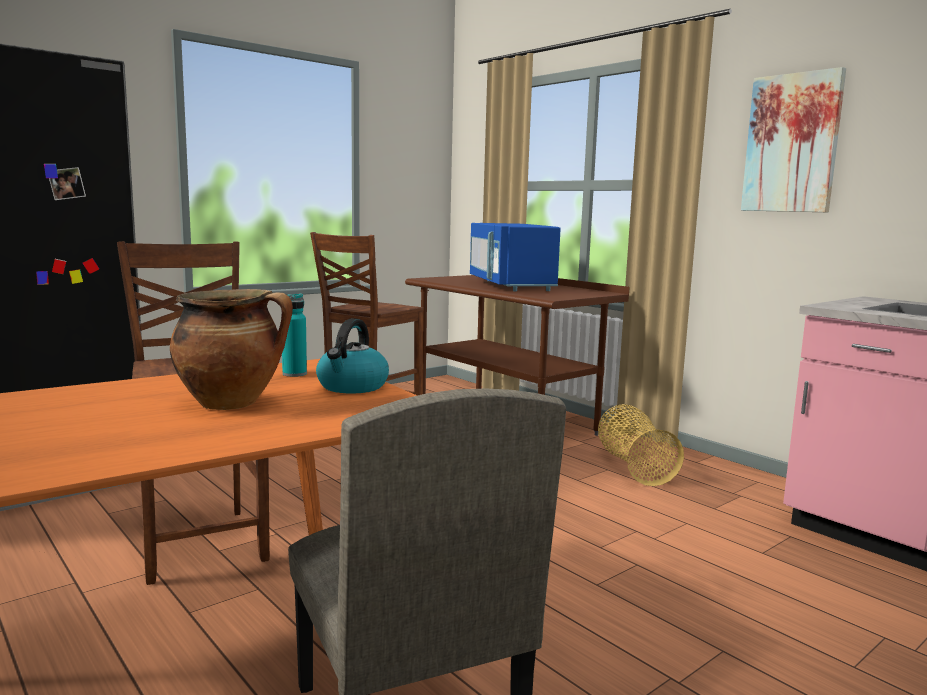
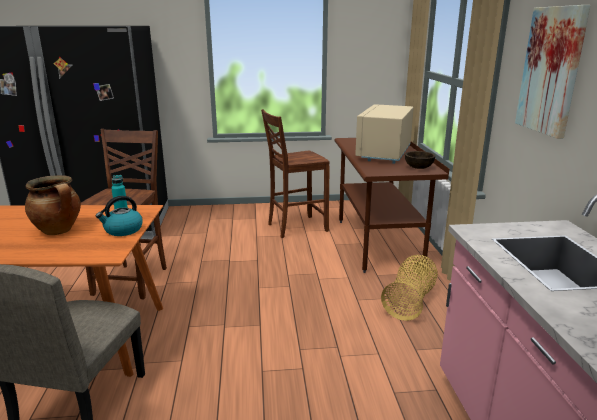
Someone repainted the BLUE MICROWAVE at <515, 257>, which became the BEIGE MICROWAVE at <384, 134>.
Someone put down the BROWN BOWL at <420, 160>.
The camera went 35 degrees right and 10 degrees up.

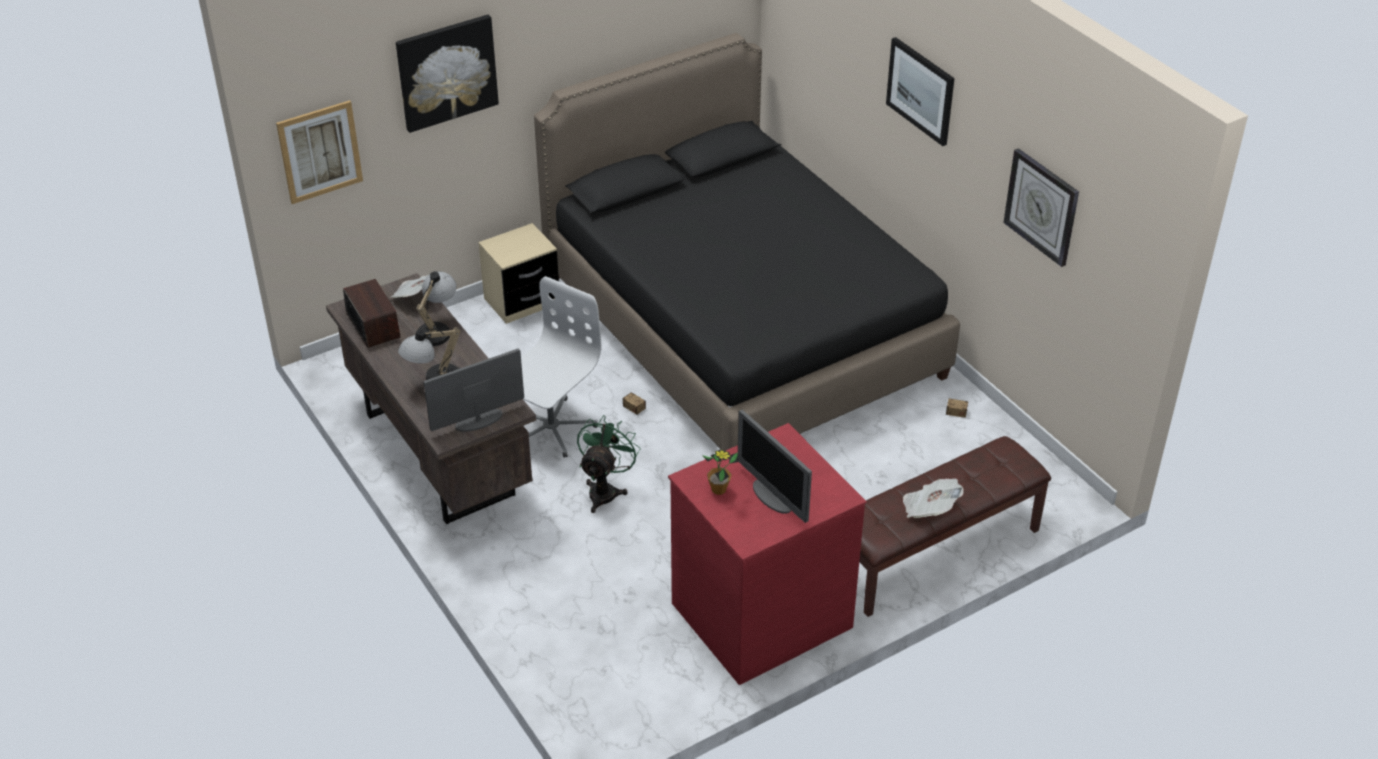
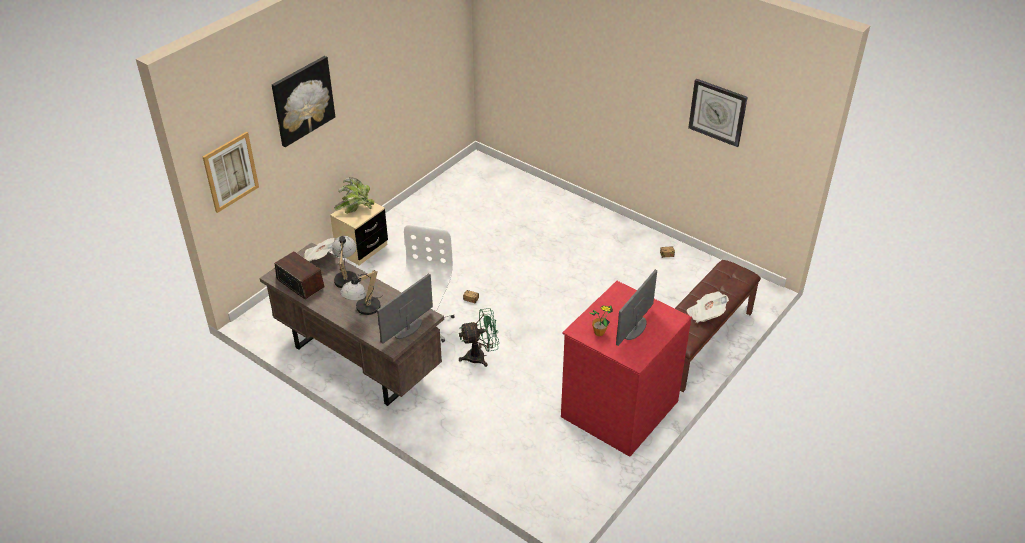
Someone took away the BLACK BED at <747, 242>.
Someone rotated the GREEN FAN at <609, 464> by 75 degrees clockwise.
Someone rotated the MONITOR at <775, 466> by 90 degrees clockwise.
Someone took away the PICTURE at <920, 91>.
Someone put down the POTTED PLANT at <354, 195>.
The camera went 20 degrees left and 0 degrees up.

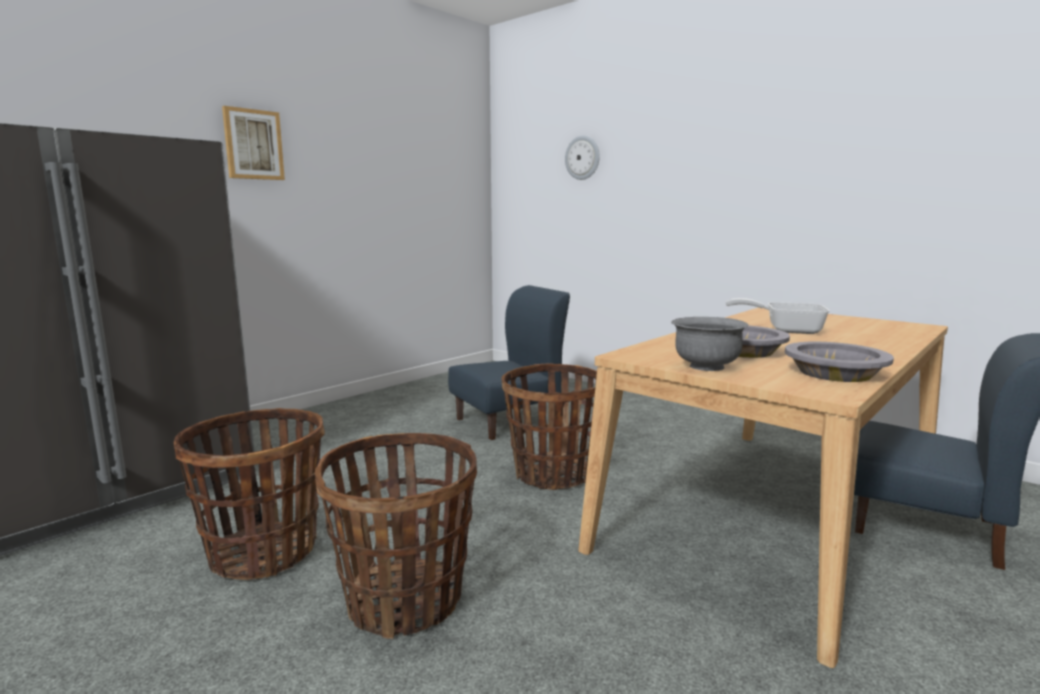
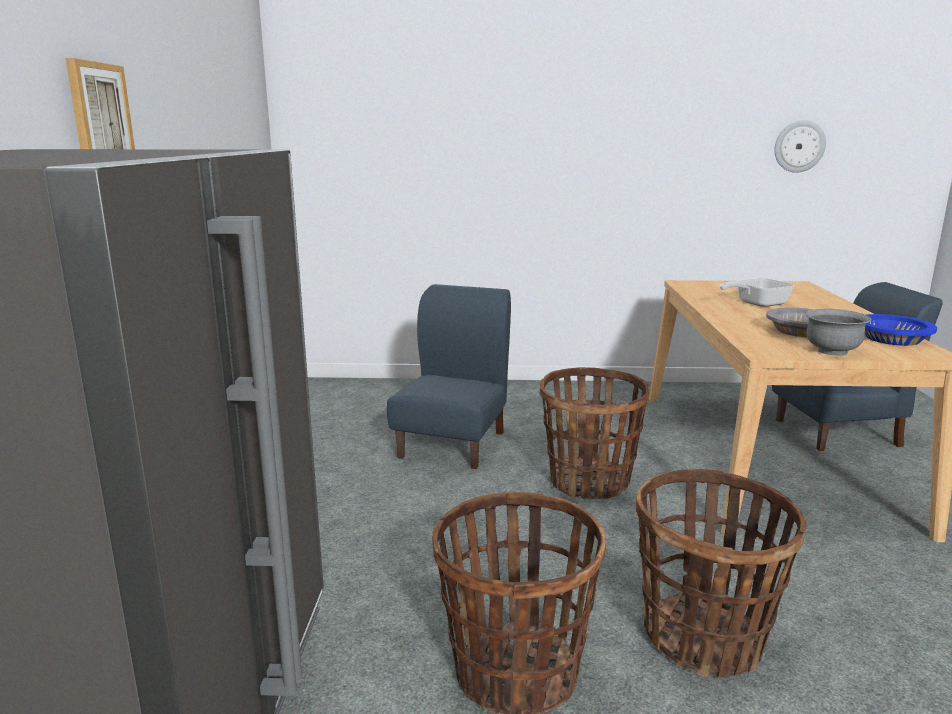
Someone carried the WALL CLOCK from <582, 157> to <800, 146>.
Someone repainted the GREY BOWL at <839, 362>, which became the BLUE BOWL at <901, 330>.
The camera went 40 degrees left and 5 degrees up.

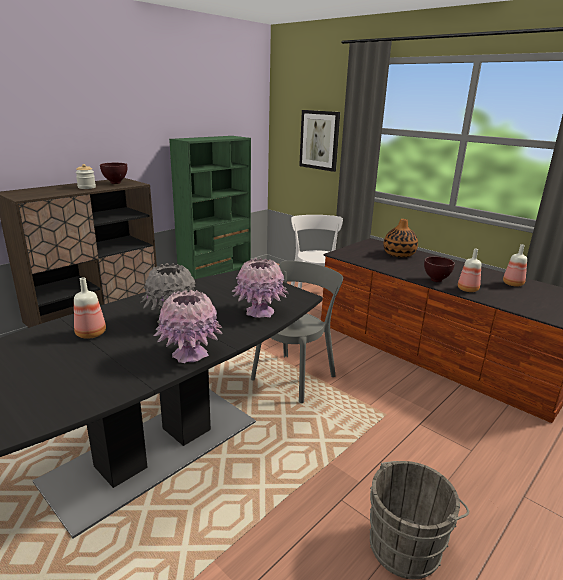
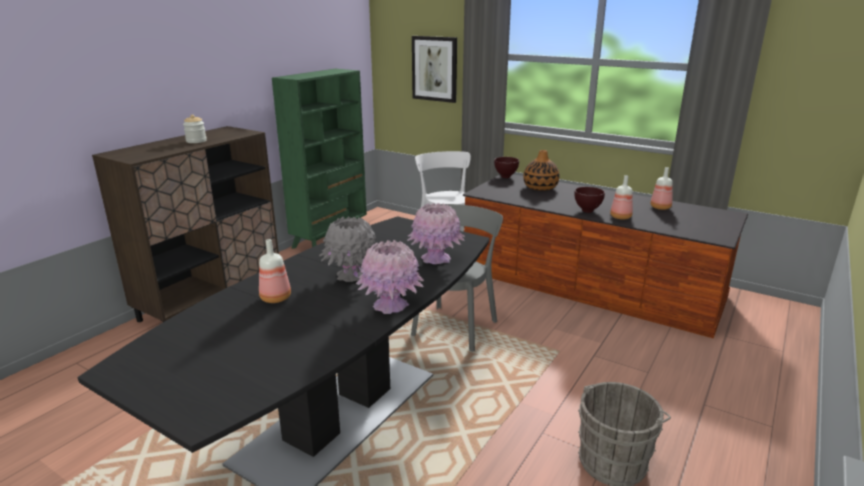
Someone carried the BROWN BOWL from <113, 173> to <506, 167>.
The camera went 10 degrees left and 0 degrees up.

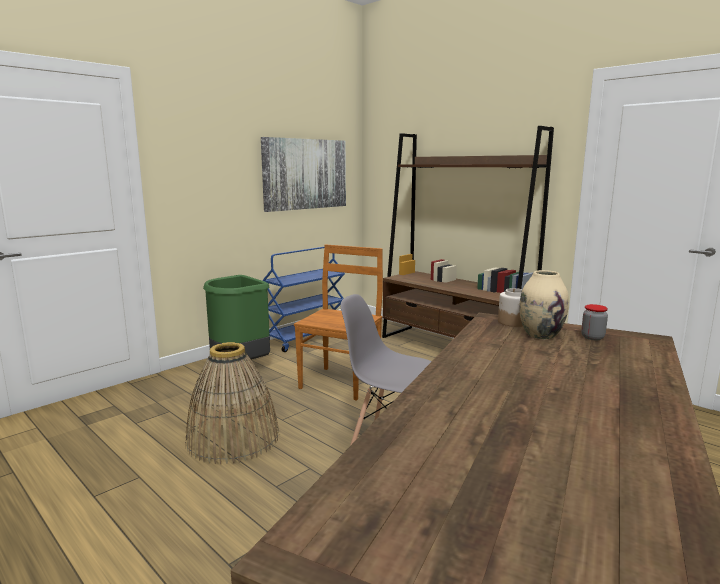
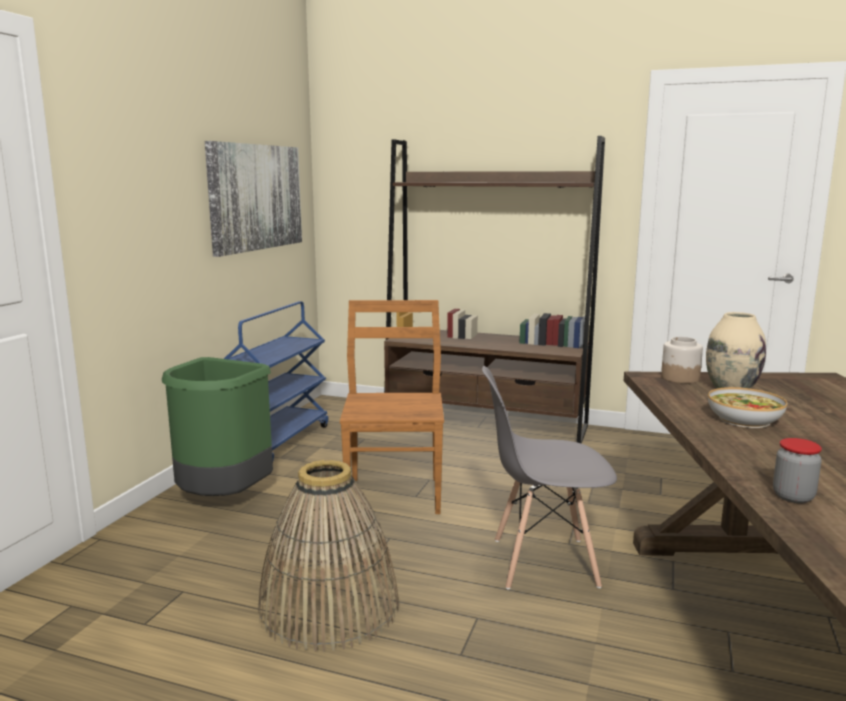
Someone carried the JAR from <594, 322> to <797, 470>.
Someone put down the BOWL at <747, 407>.
The camera went 25 degrees left and 0 degrees up.

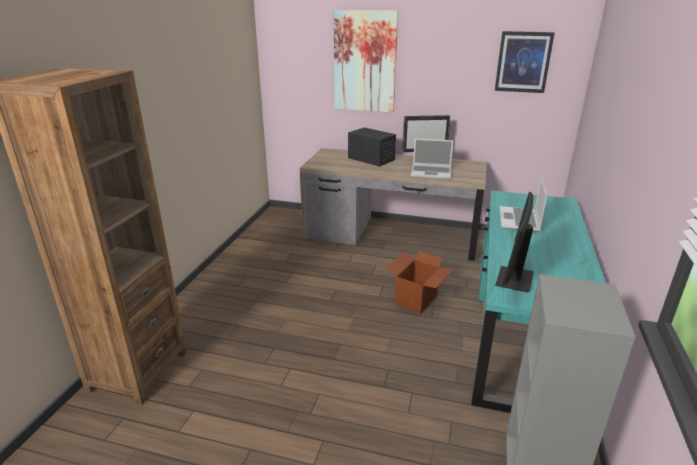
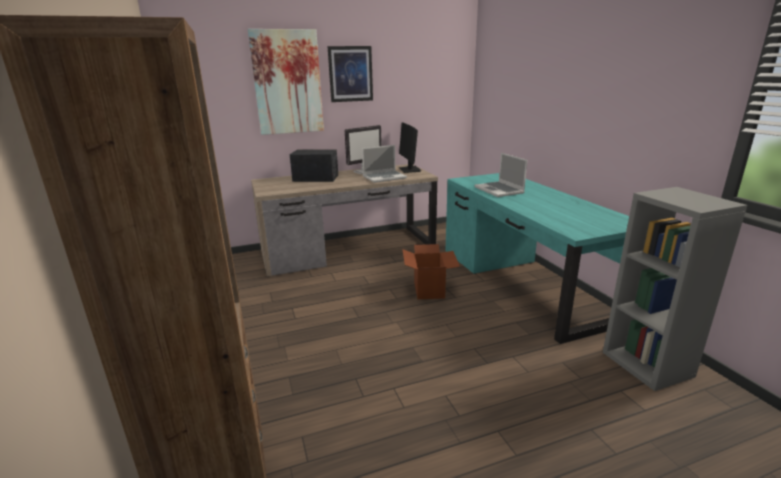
Someone carried the PICTURE from <525, 62> to <350, 74>.
Someone carried the MONITOR from <514, 242> to <410, 147>.
The camera went 35 degrees left and 5 degrees down.

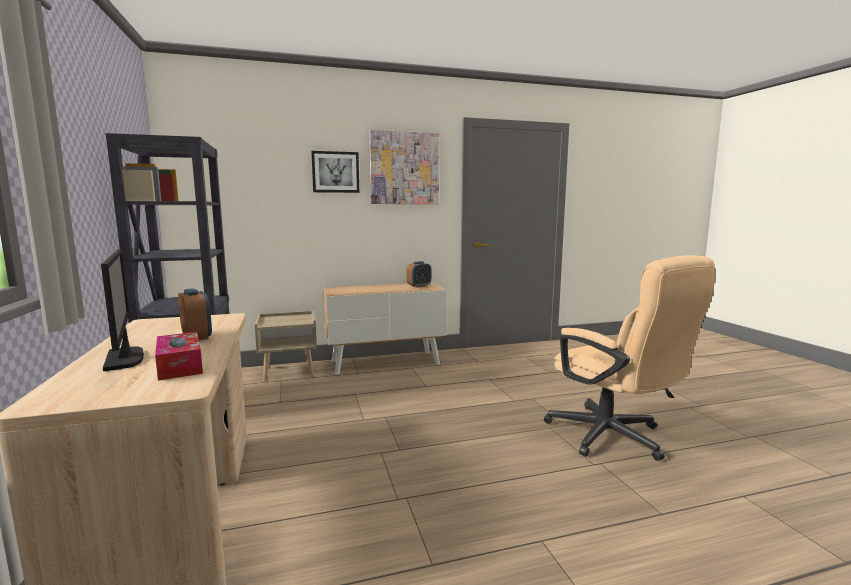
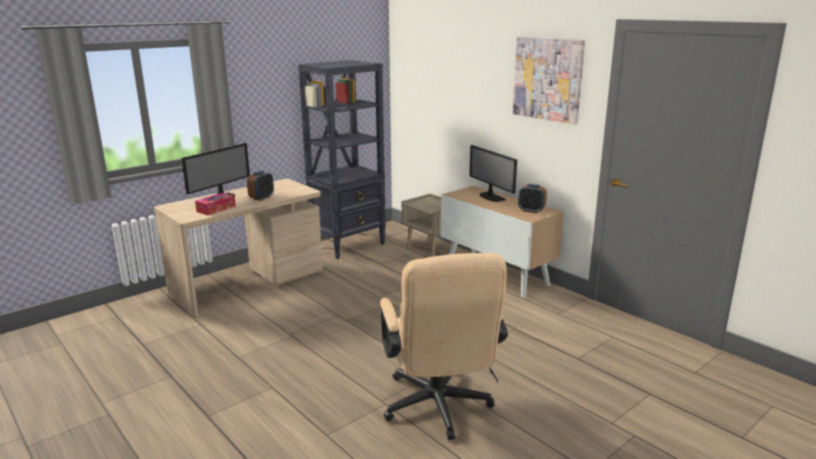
Someone took away the PICTURE at <335, 172>.
Someone rotated the BEIGE OFFICE CHAIR at <630, 358> by 45 degrees counterclockwise.
Someone put down the MONITOR at <493, 173>.
The camera went 65 degrees right and 10 degrees up.

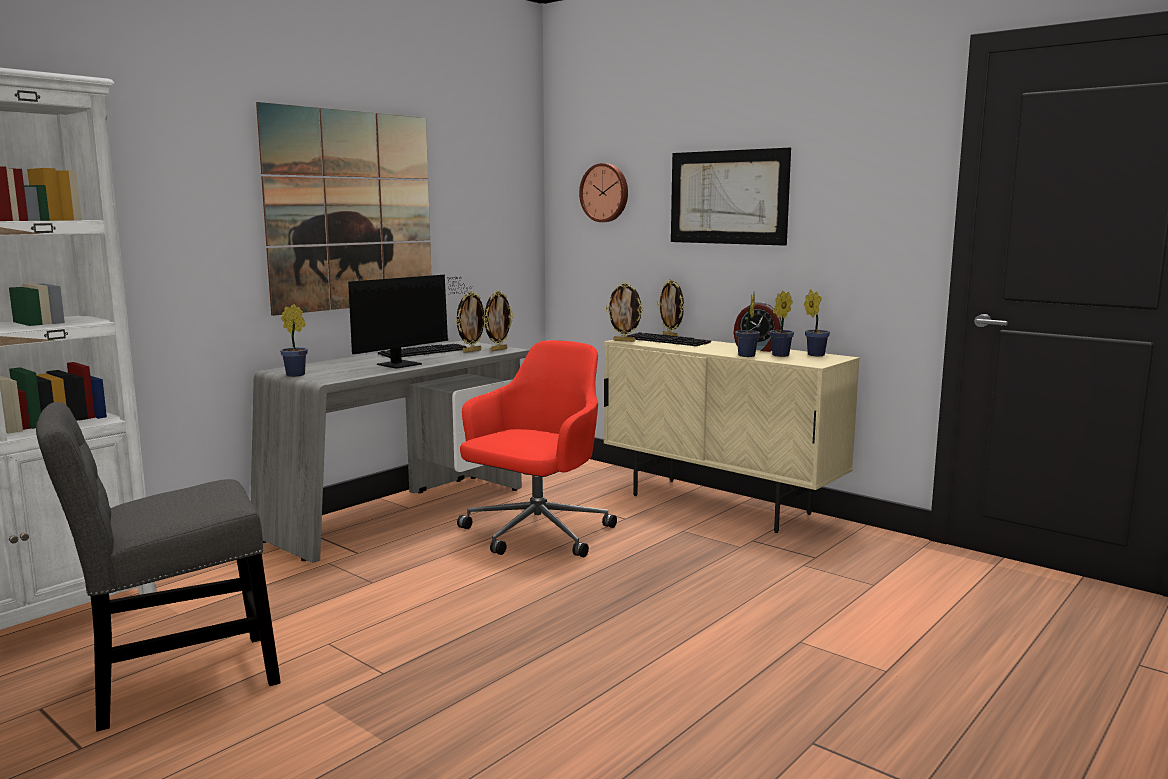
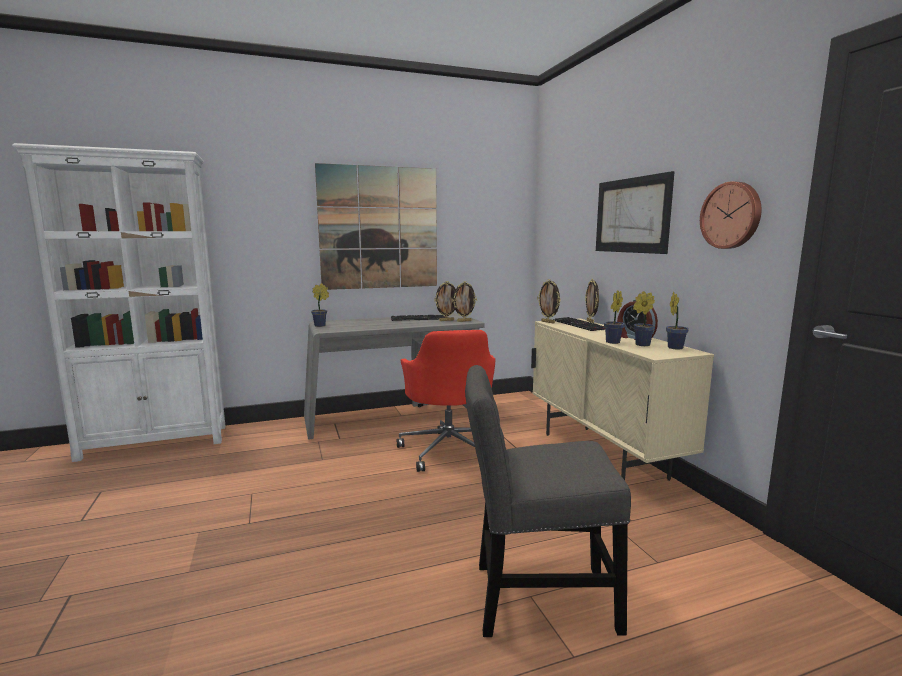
Someone carried the GREY CHAIR from <158, 567> to <548, 501>.
Someone took away the MONITOR at <409, 322>.
Someone rotated the RED OFFICE CHAIR at <537, 448> by 105 degrees clockwise.
Someone carried the WALL CLOCK from <603, 192> to <730, 215>.
The camera went 30 degrees right and 0 degrees up.

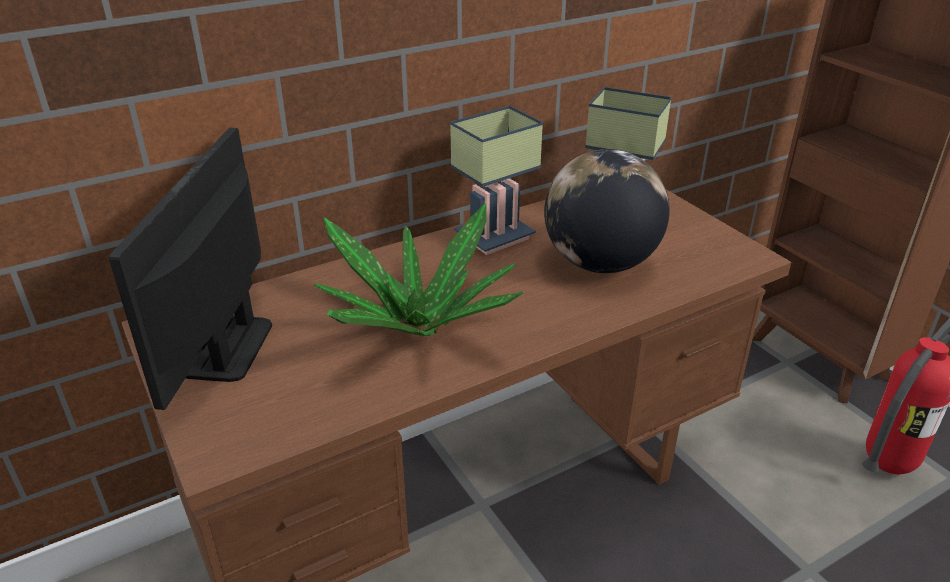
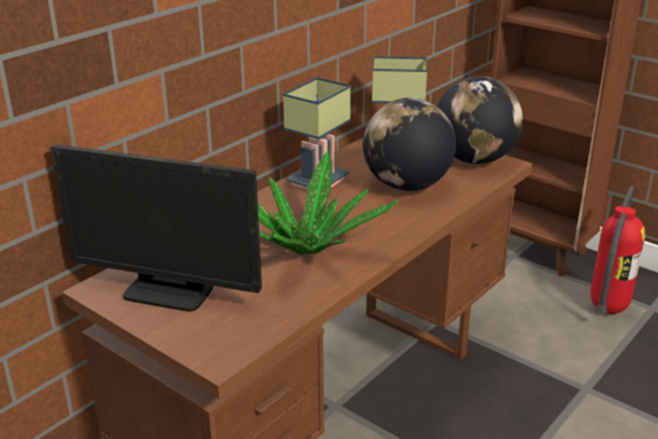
Someone rotated the MONITOR at <190, 269> by 60 degrees counterclockwise.
Someone put down the GLOBE at <480, 120>.
The camera went 20 degrees left and 5 degrees down.

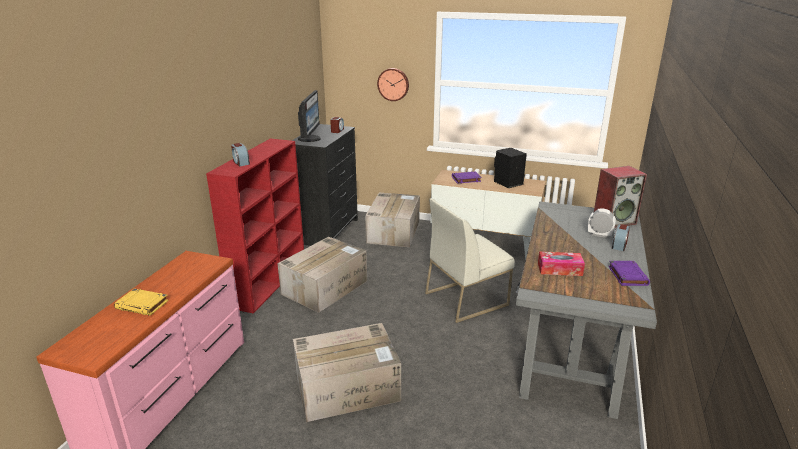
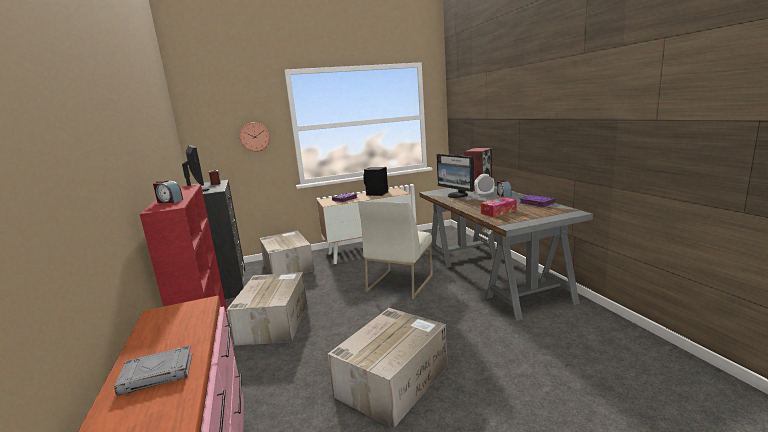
Someone repainted the YELLOW BOOK at <141, 302>, which became the GREY BOOK at <153, 371>.
Someone put down the MONITOR at <455, 176>.
The camera went 35 degrees left and 10 degrees down.

